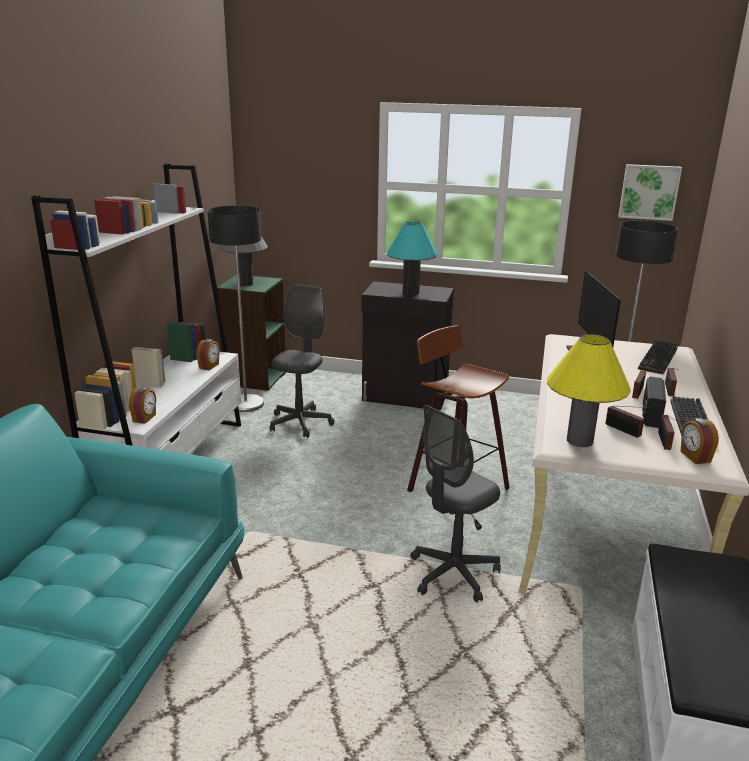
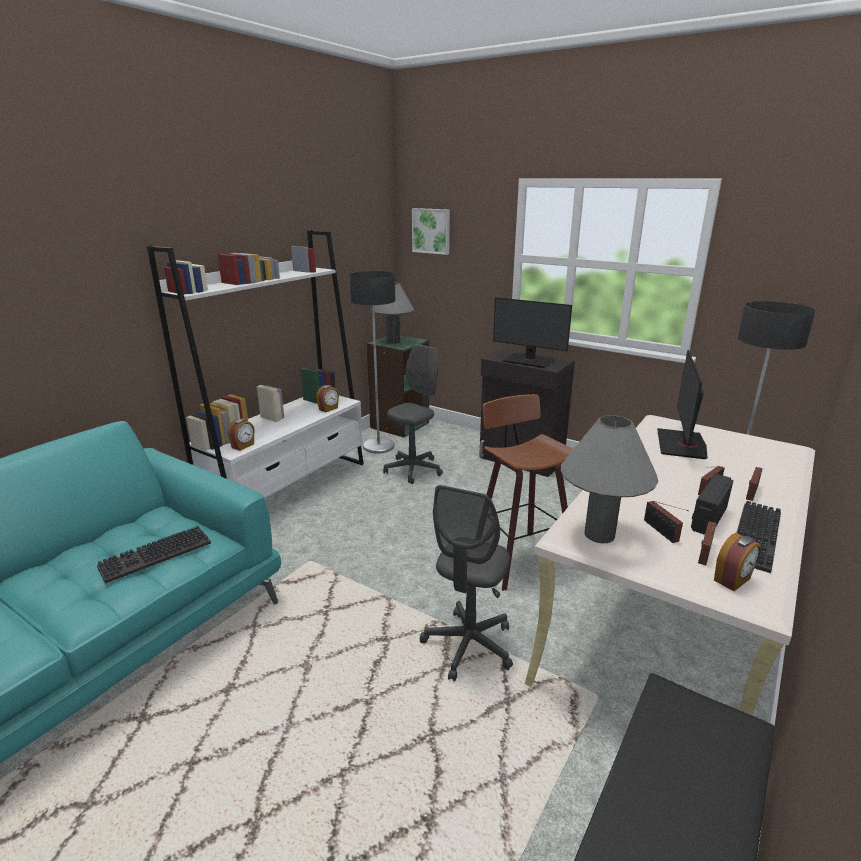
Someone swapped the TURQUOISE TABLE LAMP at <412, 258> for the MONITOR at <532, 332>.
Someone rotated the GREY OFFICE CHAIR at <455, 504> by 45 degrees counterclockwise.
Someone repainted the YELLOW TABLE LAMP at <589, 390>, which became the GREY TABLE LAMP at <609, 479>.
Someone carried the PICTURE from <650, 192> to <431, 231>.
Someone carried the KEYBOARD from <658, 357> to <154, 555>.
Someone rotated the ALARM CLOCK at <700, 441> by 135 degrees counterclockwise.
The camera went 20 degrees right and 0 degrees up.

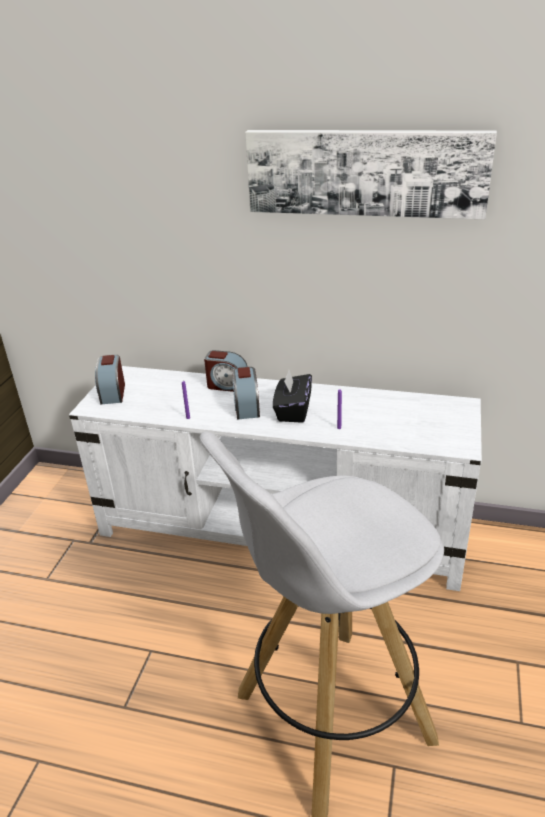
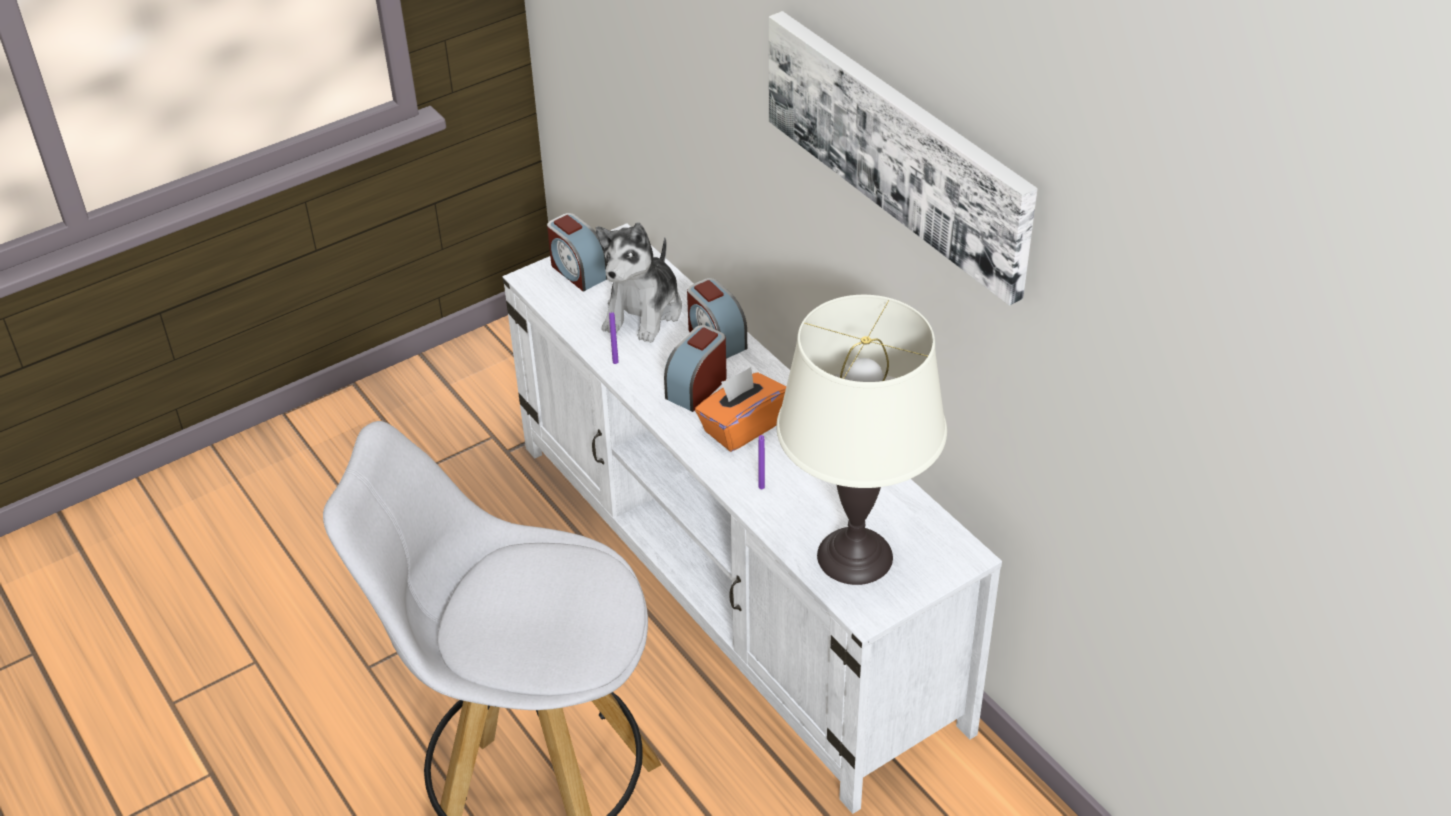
Someone rotated the ALARM CLOCK at <110, 379> by 75 degrees counterclockwise.
Someone repainted the BLACK TISSUE BOX at <292, 396>, which became the ORANGE TISSUE BOX at <740, 409>.
Someone put down the PLUSH TOY at <639, 283>.
Someone put down the WHITE TABLE LAMP at <862, 440>.
The camera went 40 degrees right and 10 degrees up.

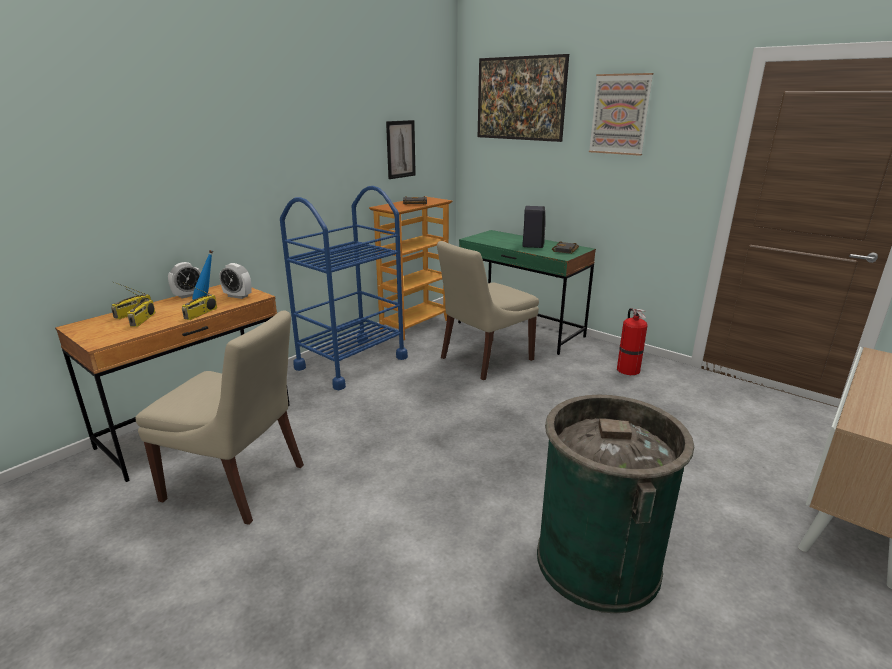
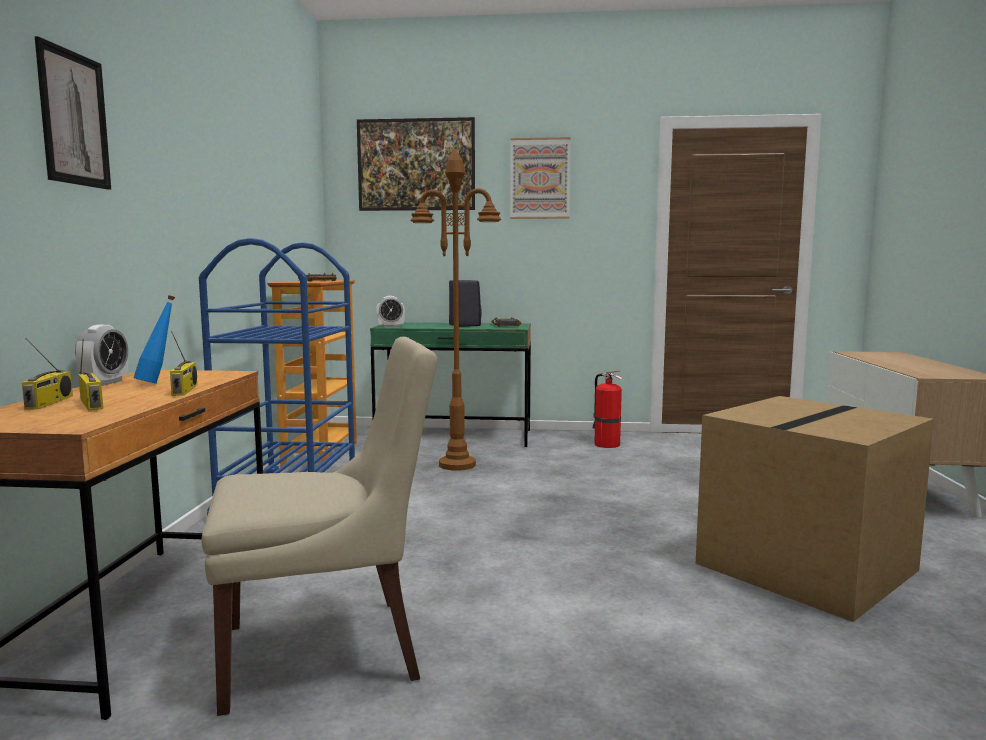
Someone carried the ALARM CLOCK from <235, 281> to <390, 312>.
Someone carried the PICTURE from <401, 149> to <73, 113>.
Someone swapped the BEIGE CHAIR at <488, 310> for the BROWN FLOOR LAMP at <455, 309>.
Someone swapped the GREEN TRASH CAN at <615, 504> for the CARDBOARD BOX at <815, 509>.
The camera went 35 degrees left and 15 degrees down.

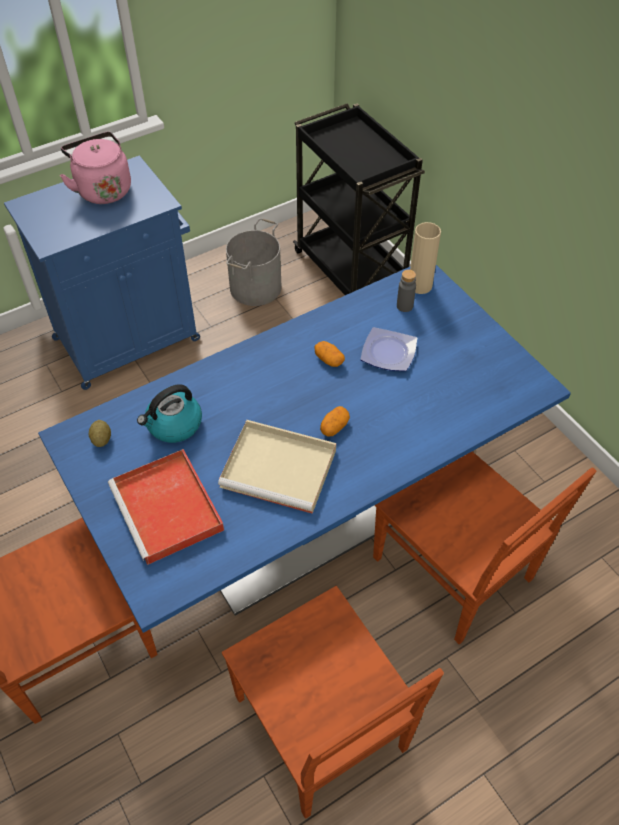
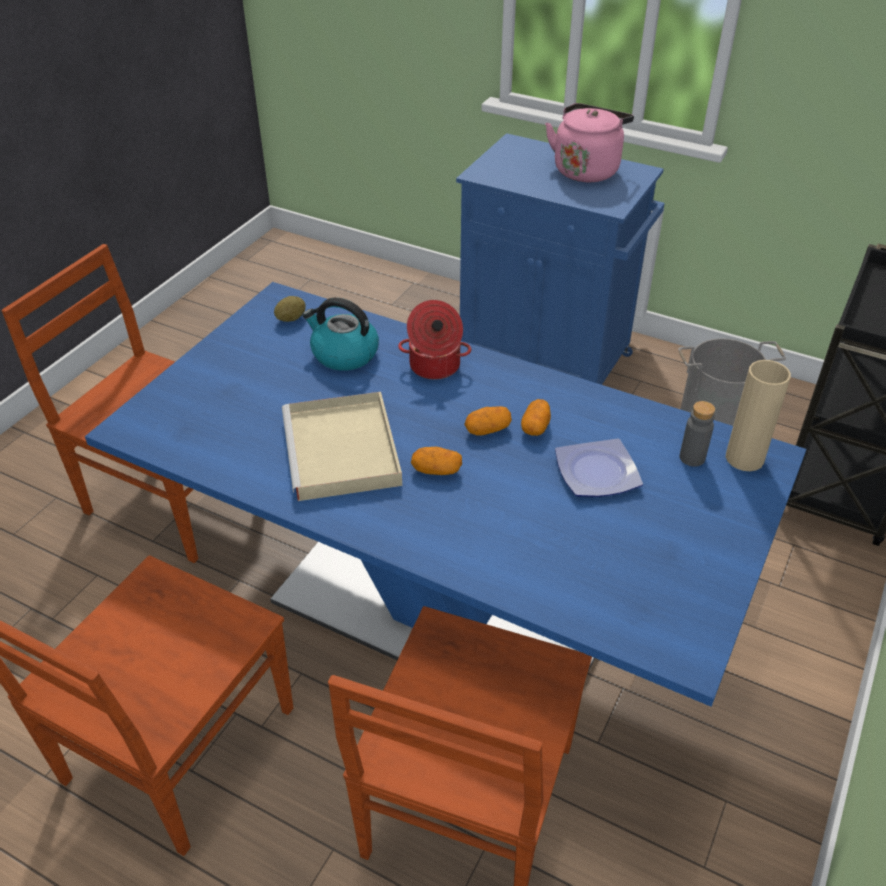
Someone took away the RED TRAY at <166, 507>.
Someone put down the COOKING POT at <434, 340>.
Someone put down the POTATO at <488, 421>.
The camera went 60 degrees right and 10 degrees down.

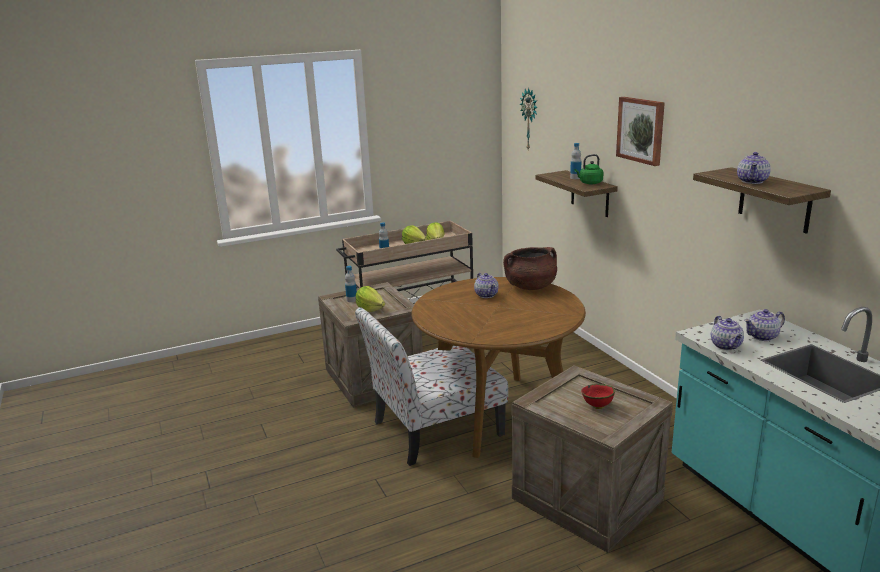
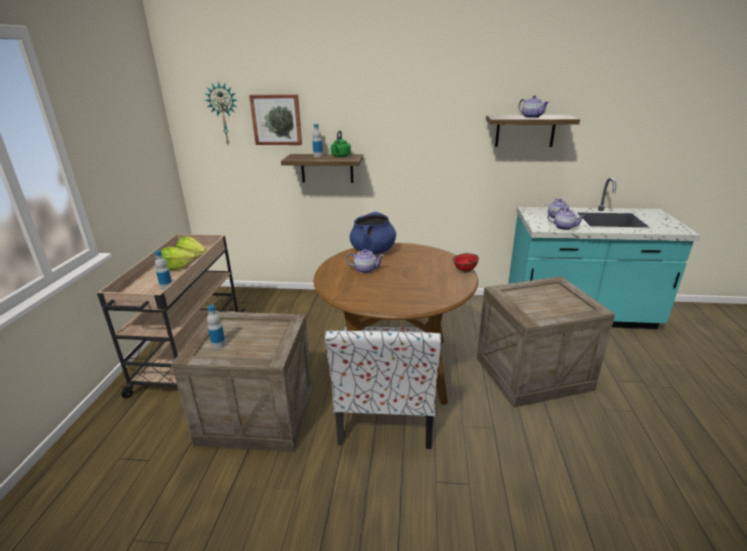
Someone took away the LETTUCE at <370, 299>.
Someone repainted the BROWN COOKING POT at <530, 268>, which became the BLUE COOKING POT at <373, 233>.
Someone carried the RED BOWL from <598, 396> to <466, 263>.
Someone carried the PICTURE from <640, 131> to <275, 119>.
The camera went 60 degrees left and 5 degrees up.

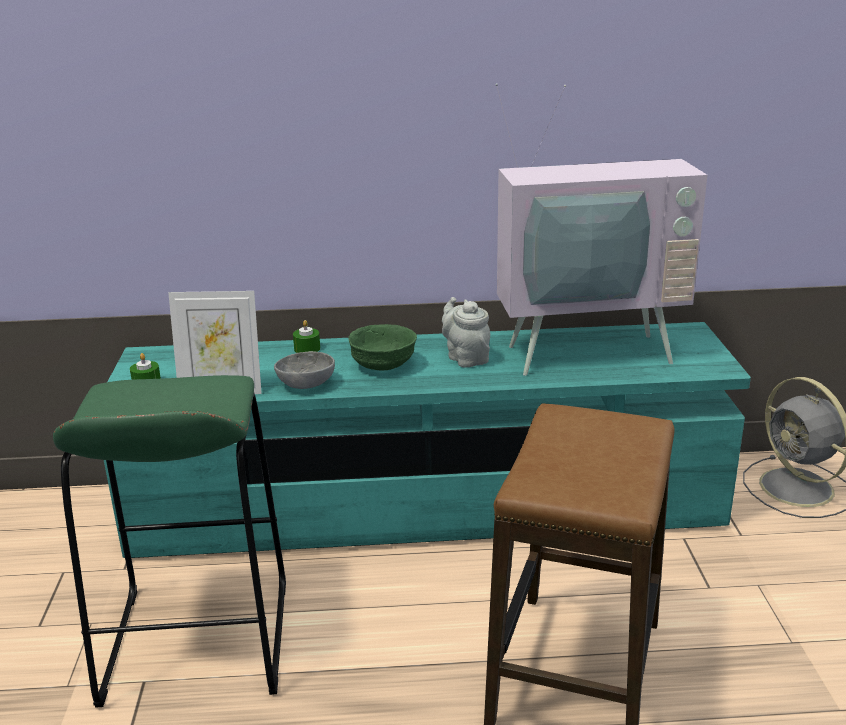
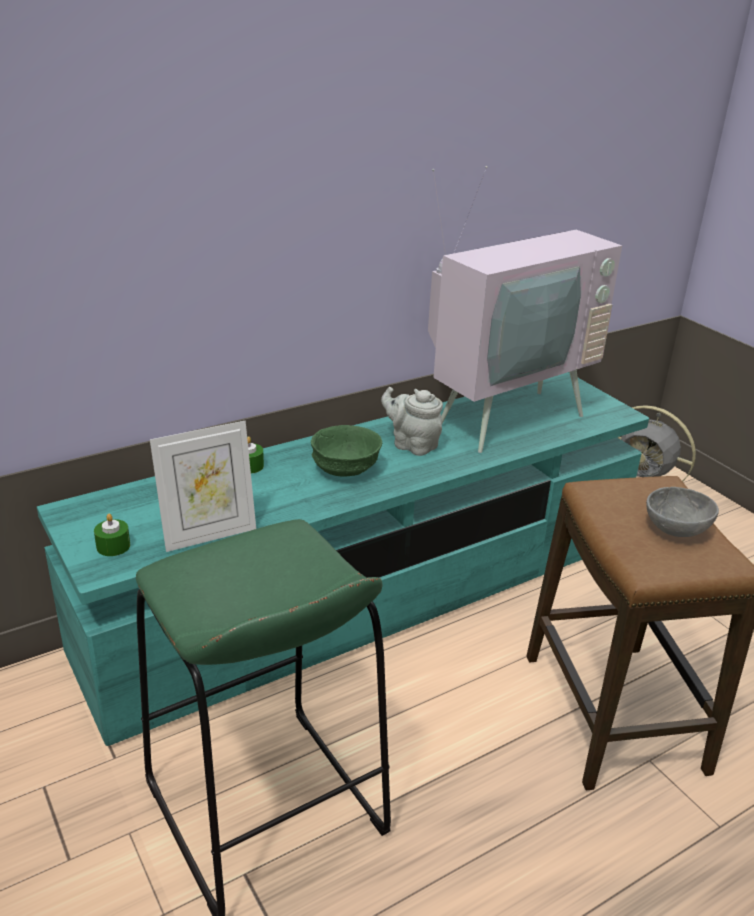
Someone carried the GREY BOWL from <304, 370> to <682, 512>.
The camera went 30 degrees left and 5 degrees up.

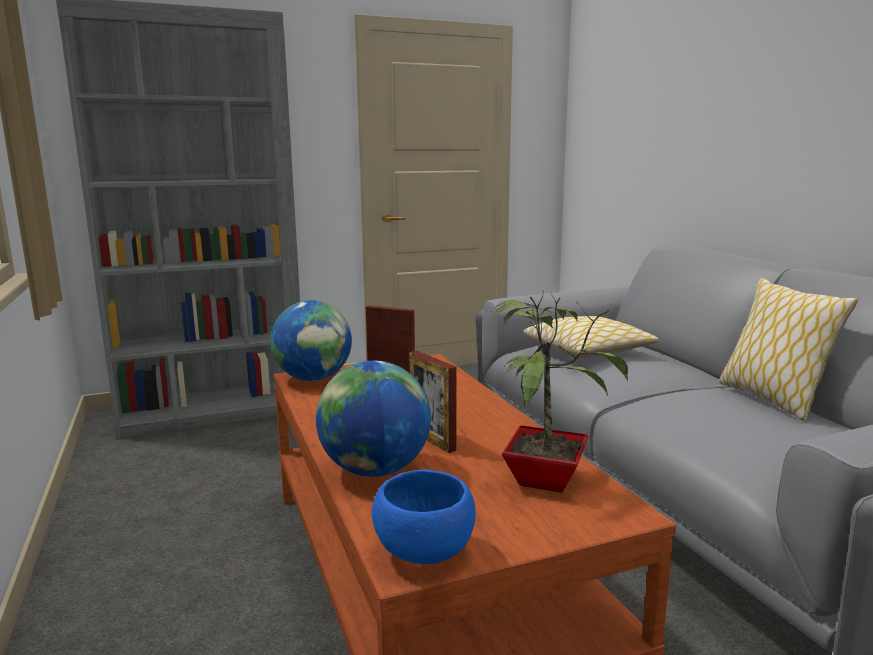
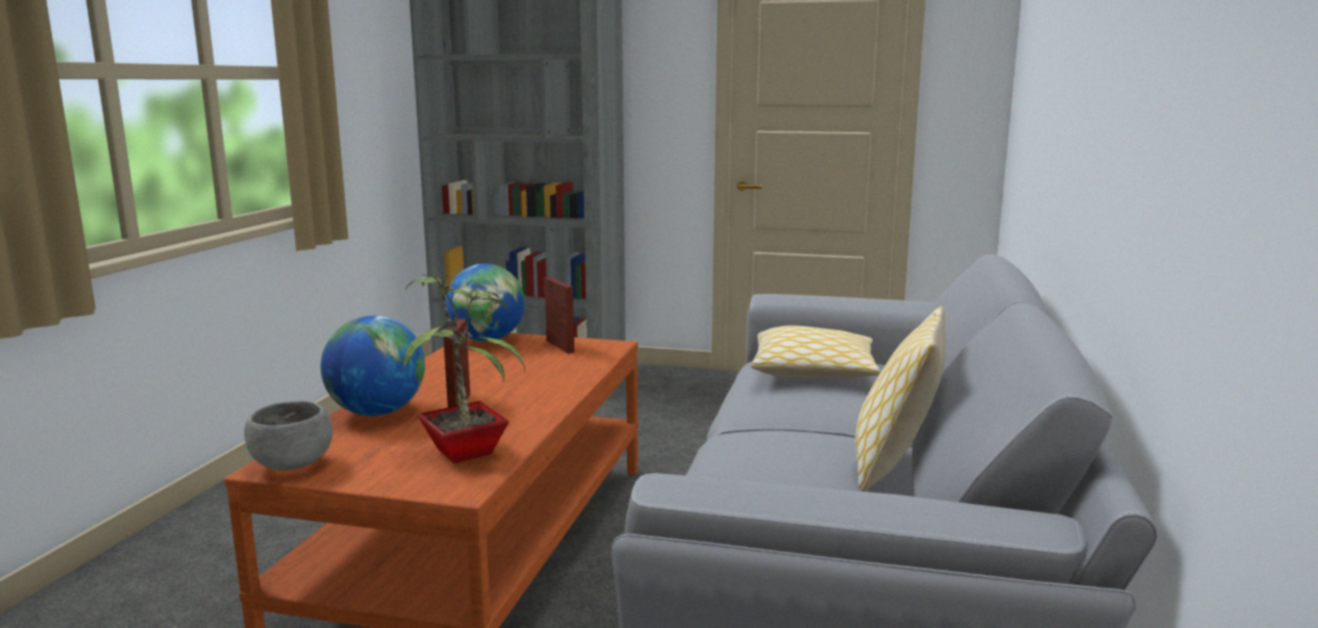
Someone repainted the BLUE BOWL at <424, 517>, which became the GREY BOWL at <288, 436>.
The camera went 35 degrees right and 0 degrees up.

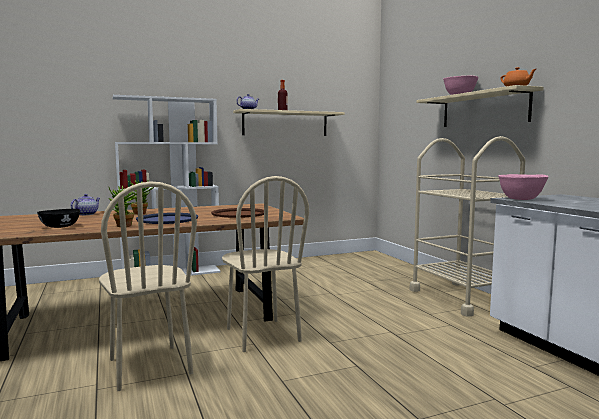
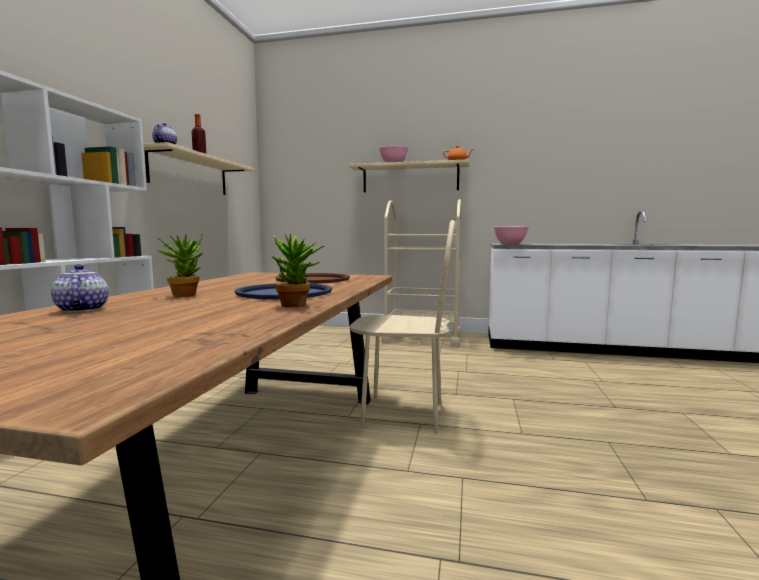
Someone took away the BLACK BOWL at <58, 218>.
Someone took away the BEIGE CHAIR at <148, 286>.
The camera went 55 degrees left and 0 degrees up.

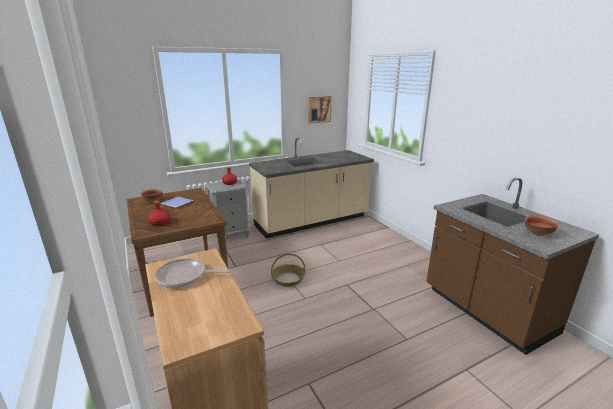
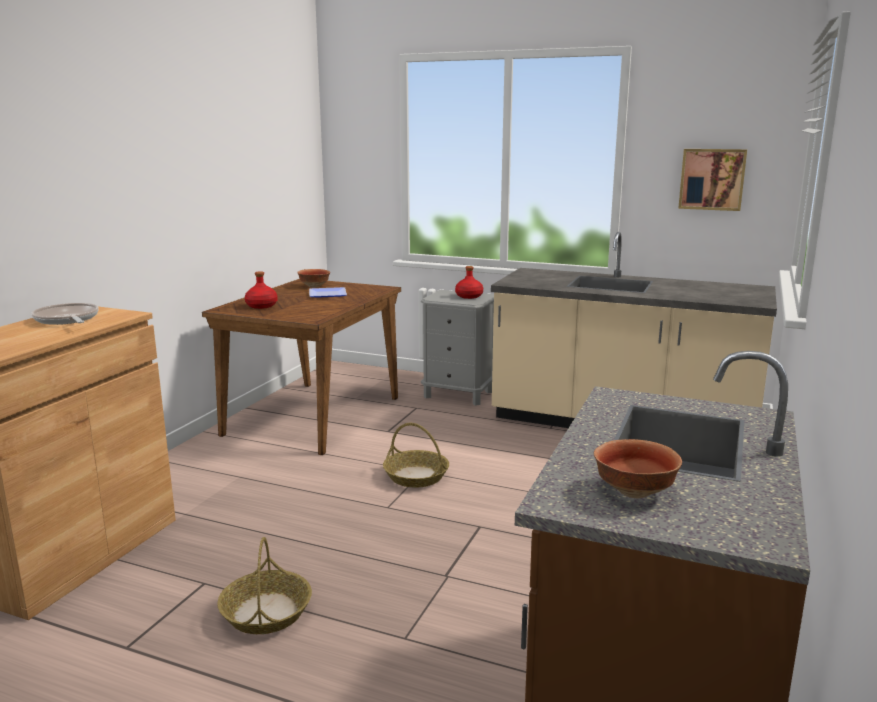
Someone put down the BASKET at <264, 585>.
The camera went 50 degrees right and 5 degrees down.

